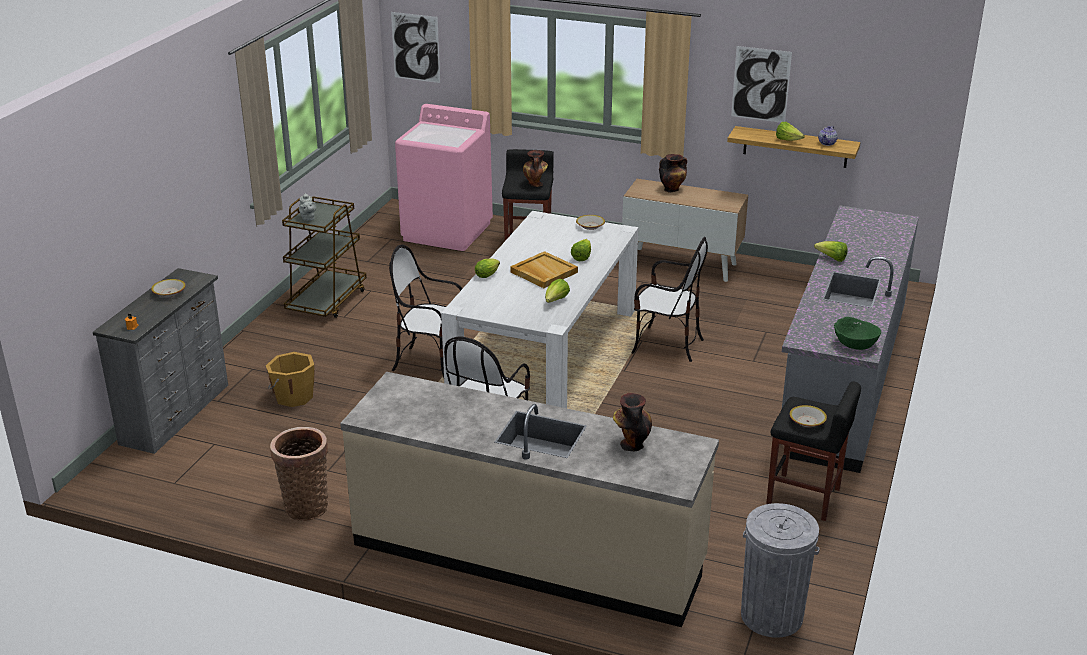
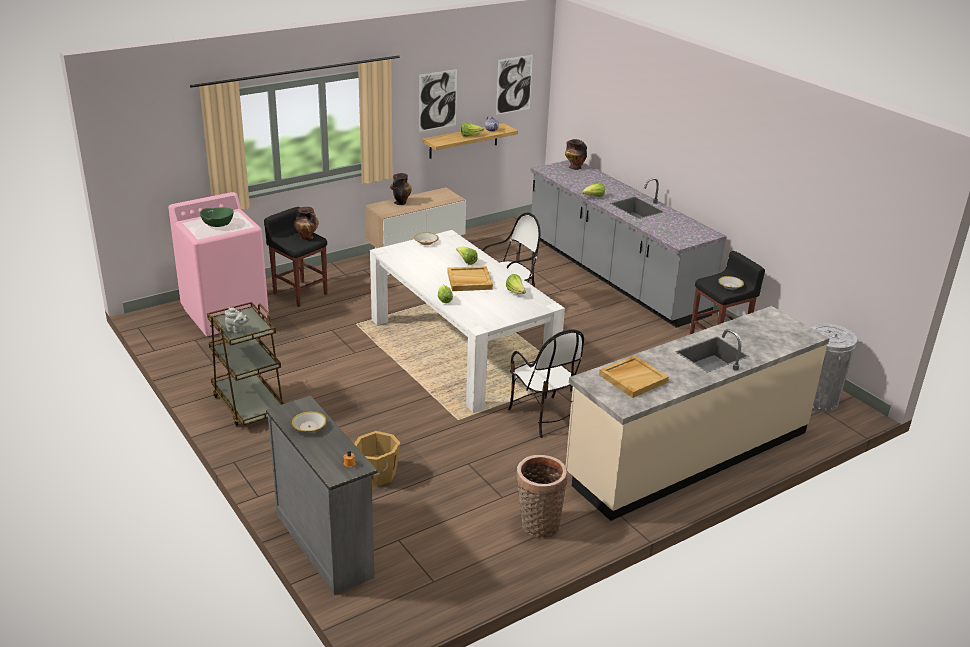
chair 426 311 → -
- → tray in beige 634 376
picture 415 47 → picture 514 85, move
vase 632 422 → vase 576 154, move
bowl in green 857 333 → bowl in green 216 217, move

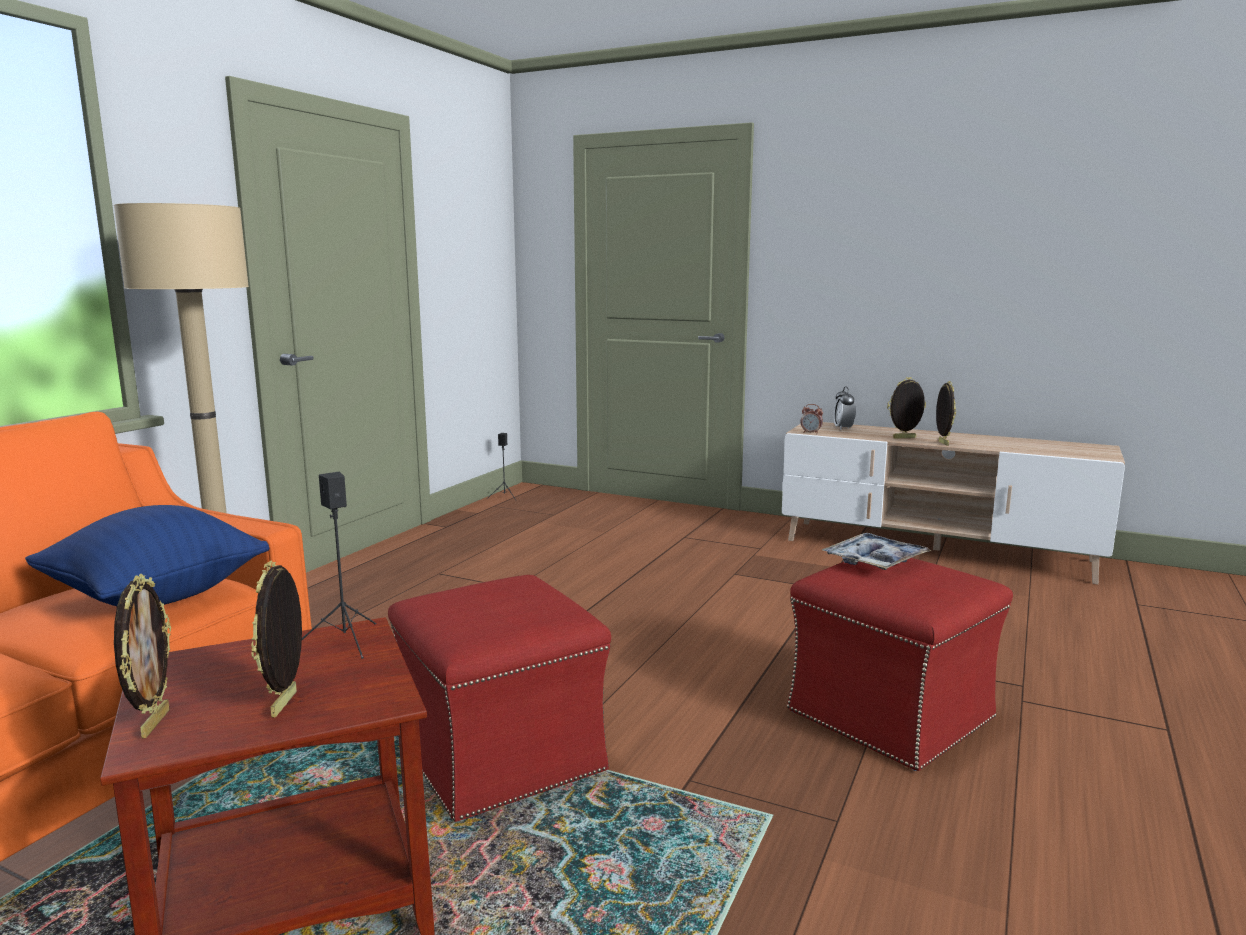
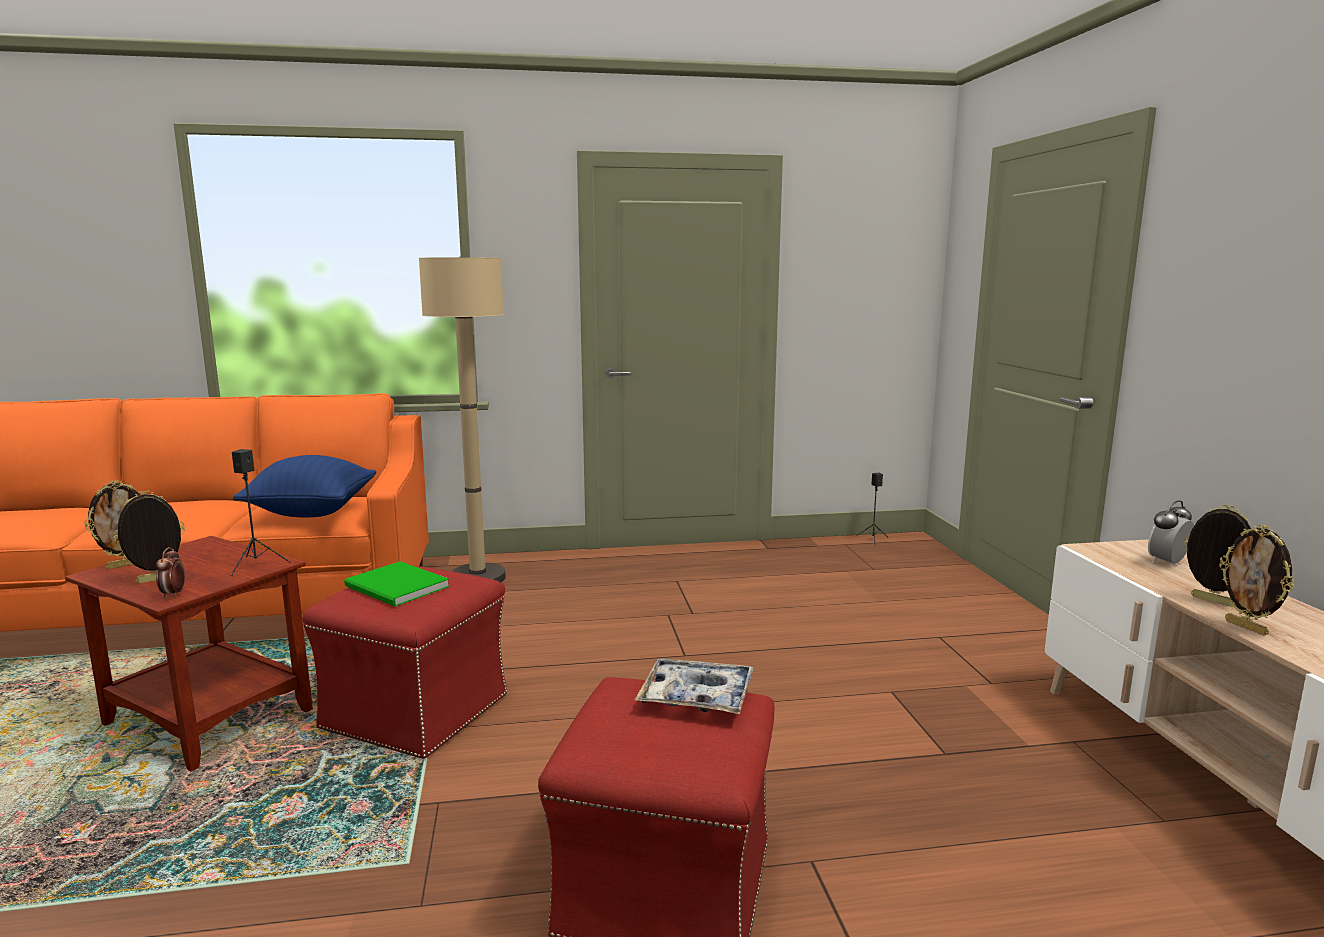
- → book in green 397 583
alarm clock 811 419 → alarm clock 170 572, move
picture frame 946 413 → picture frame 1256 579, 105 degrees clockwise

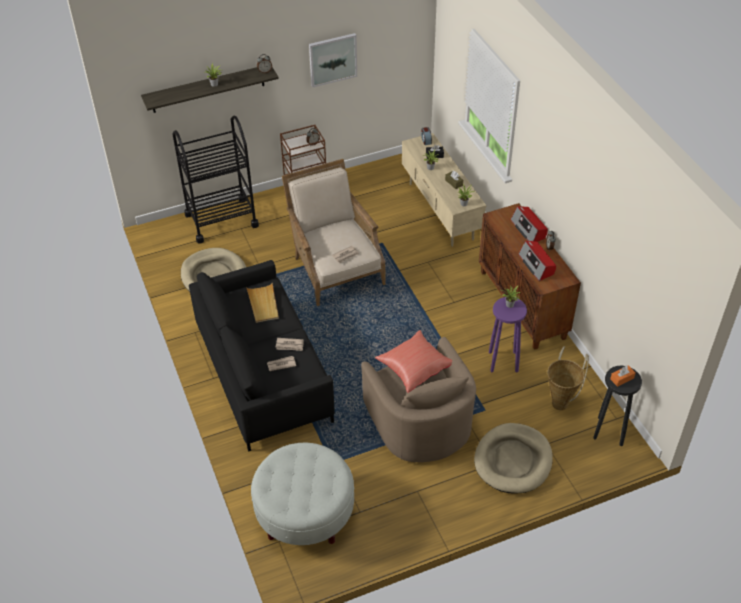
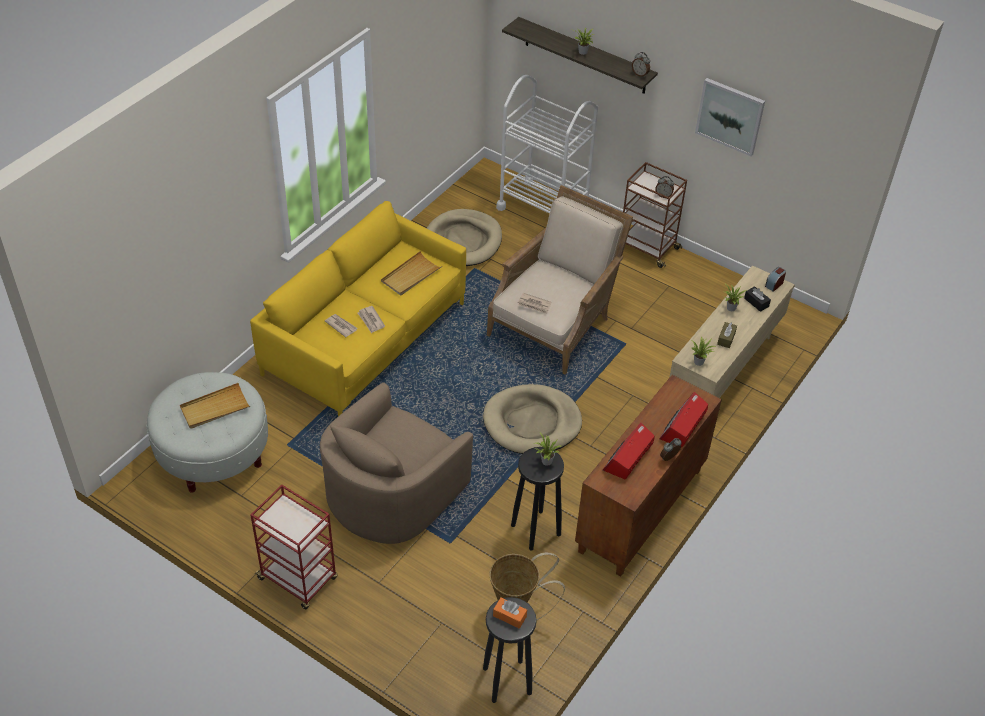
pillow in red 413 361 → -
- → tray in beige 215 406
- → cart in red 294 547
dog bed in beige 513 458 → dog bed in beige 532 419, move
cart in black 216 180 → cart in white 547 144
sofa in black 262 356 → sofa in yellow 358 308
stool in purple 508 334 → stool in black 537 499

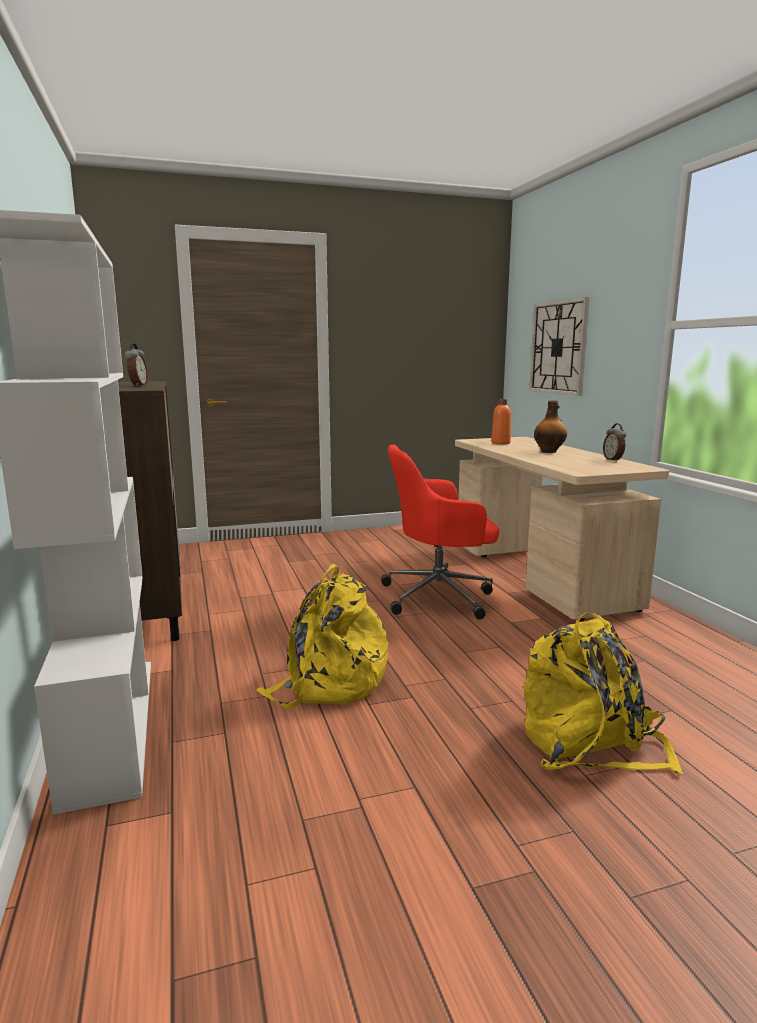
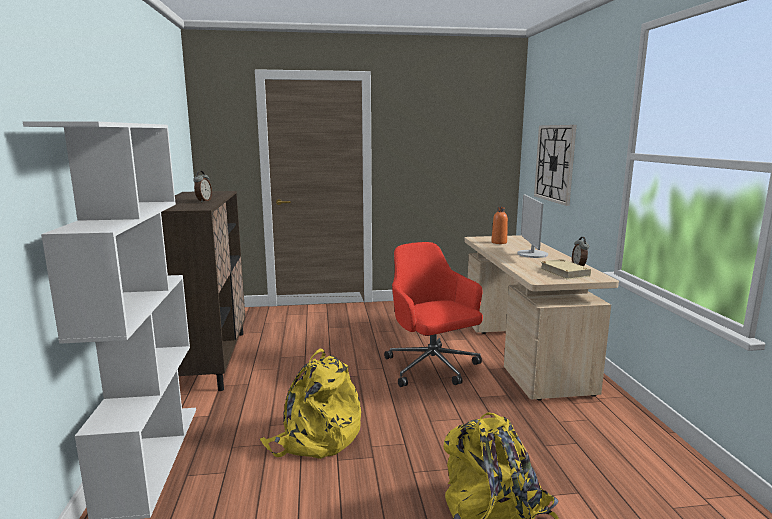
- → book in beige 565 269
bottle 550 426 → monitor 532 226
office chair in red 440 532 → office chair in red 433 314, 60 degrees clockwise

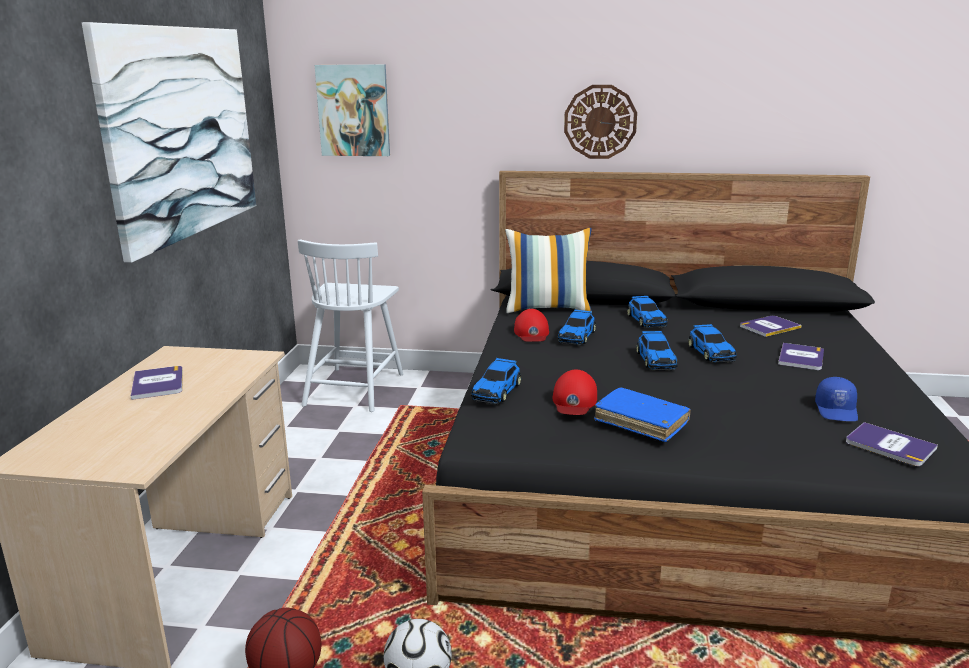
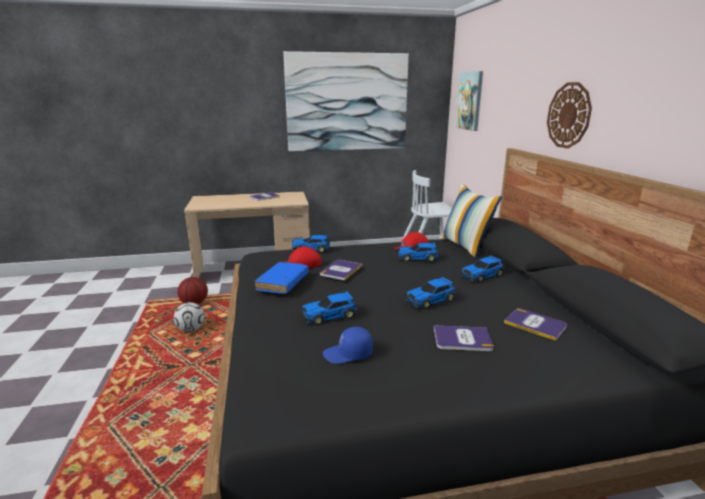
toy car 657 351 → toy car 329 308, move
book 892 444 → book 341 270, move

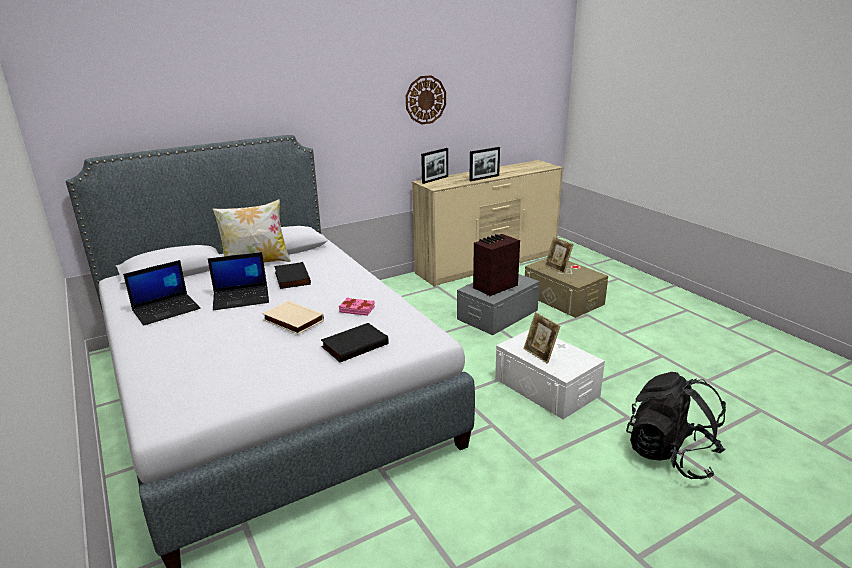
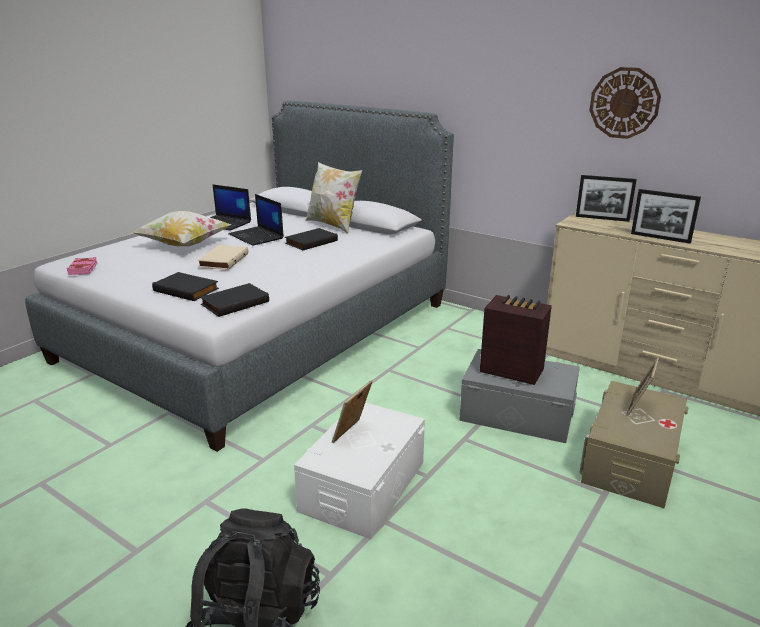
- → pillow 181 229
- → book in black 234 300
book in pink 357 306 → book in pink 82 266, move

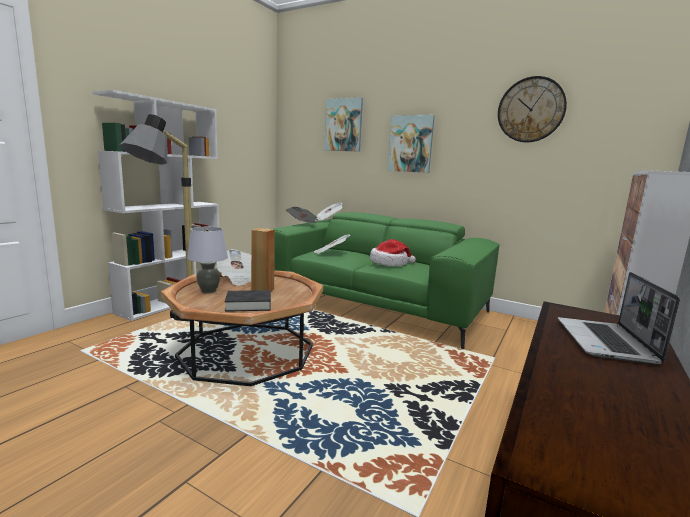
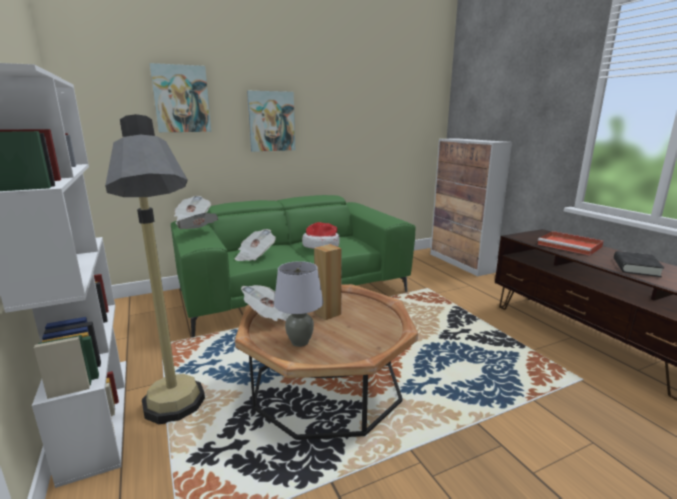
wall clock 532 109 → -
book in black 248 301 → book in black 639 264, move
laptop 619 318 → tray in red 570 243

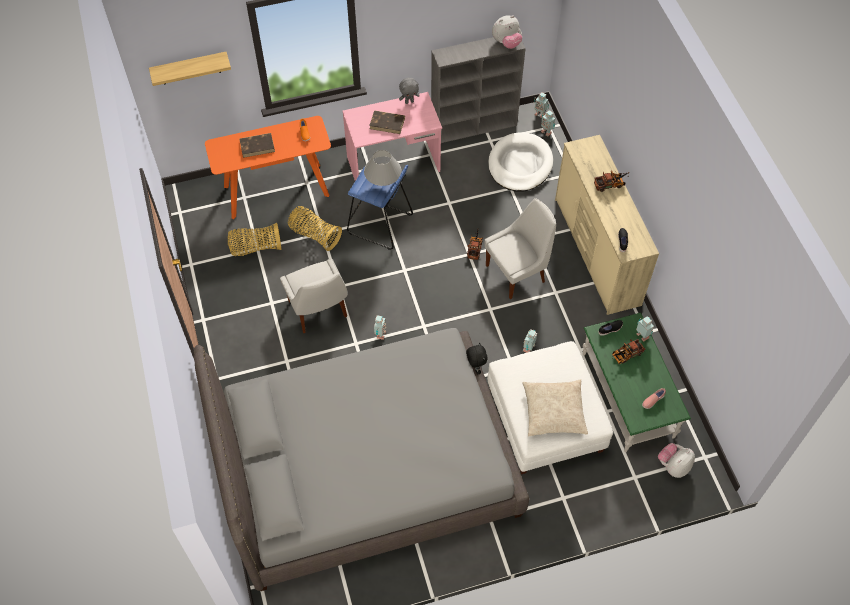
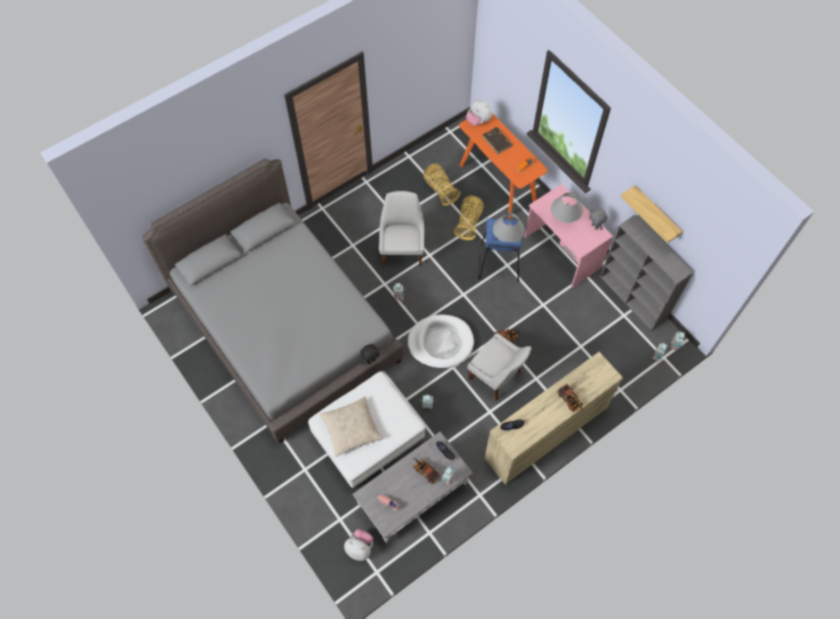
shelf 190 69 → shelf 651 214, move
dog bed in white 520 162 → dog bed in white 441 341, move
plush toy 507 32 → plush toy 479 113, move
book in brown 387 122 → table lamp in grey 567 208
coffee table in green 637 382 → coffee table in grey 412 487
chair in white 314 296 → chair in white 401 228, 135 degrees clockwise

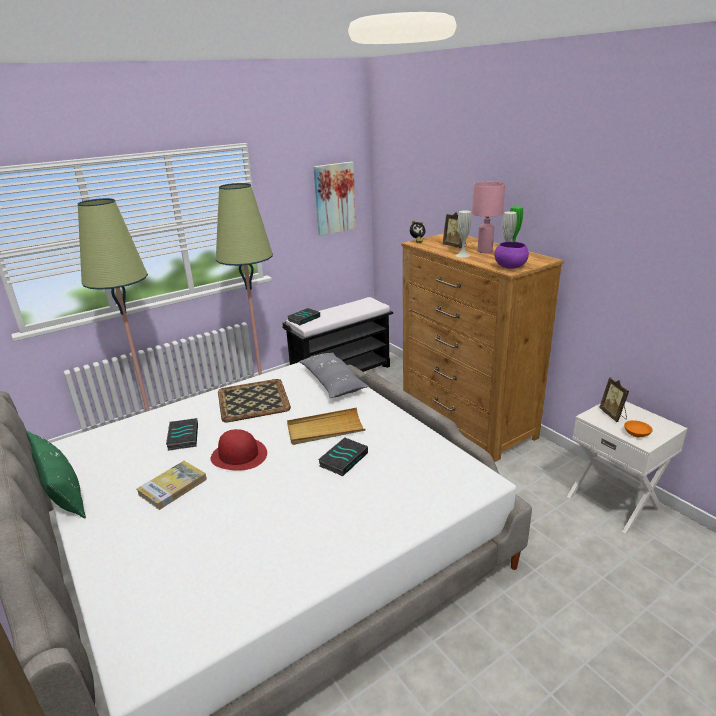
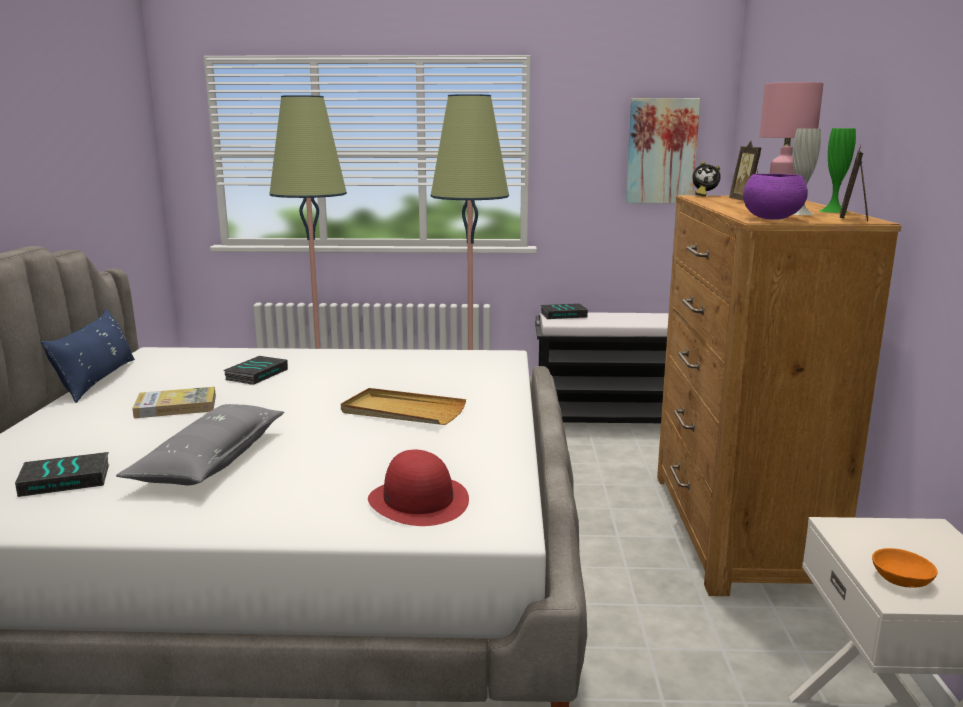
tray 254 400 → -
vase in white 463 234 → -
hat in red 239 450 → hat in red 418 488, move
pillow in grey 334 375 → pillow in grey 200 444, move
book 343 456 → book 62 474, move
picture frame 614 399 → picture frame 854 183, move
pillow in green 56 474 → pillow in blue 88 356

